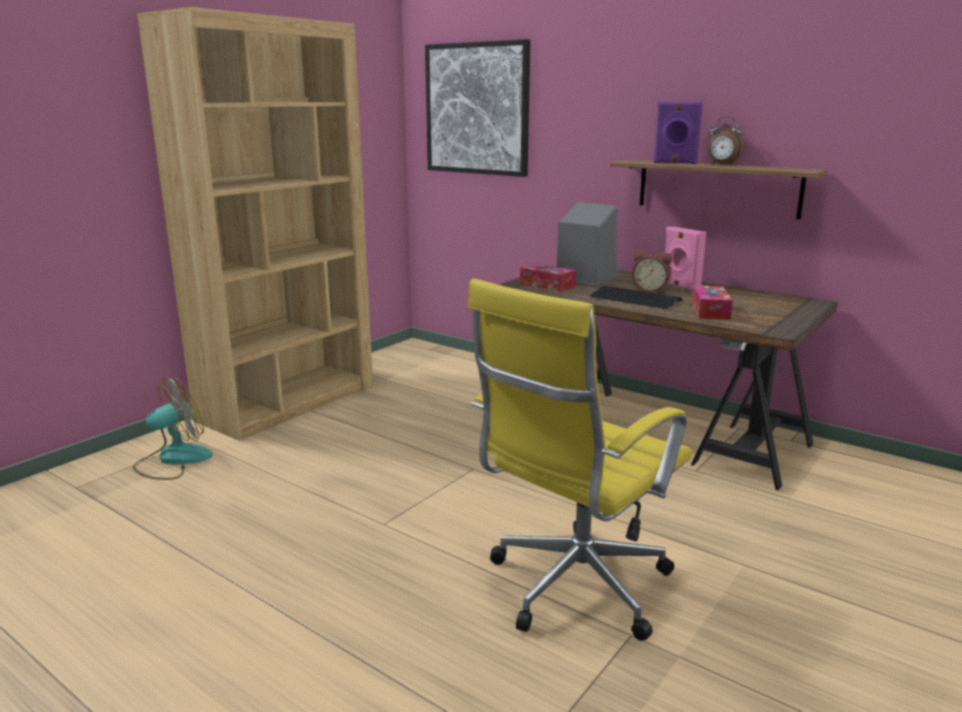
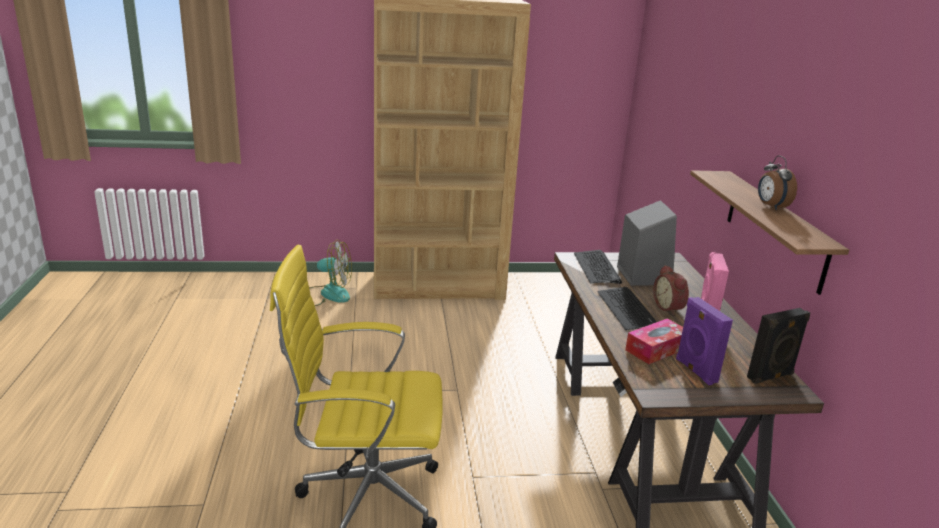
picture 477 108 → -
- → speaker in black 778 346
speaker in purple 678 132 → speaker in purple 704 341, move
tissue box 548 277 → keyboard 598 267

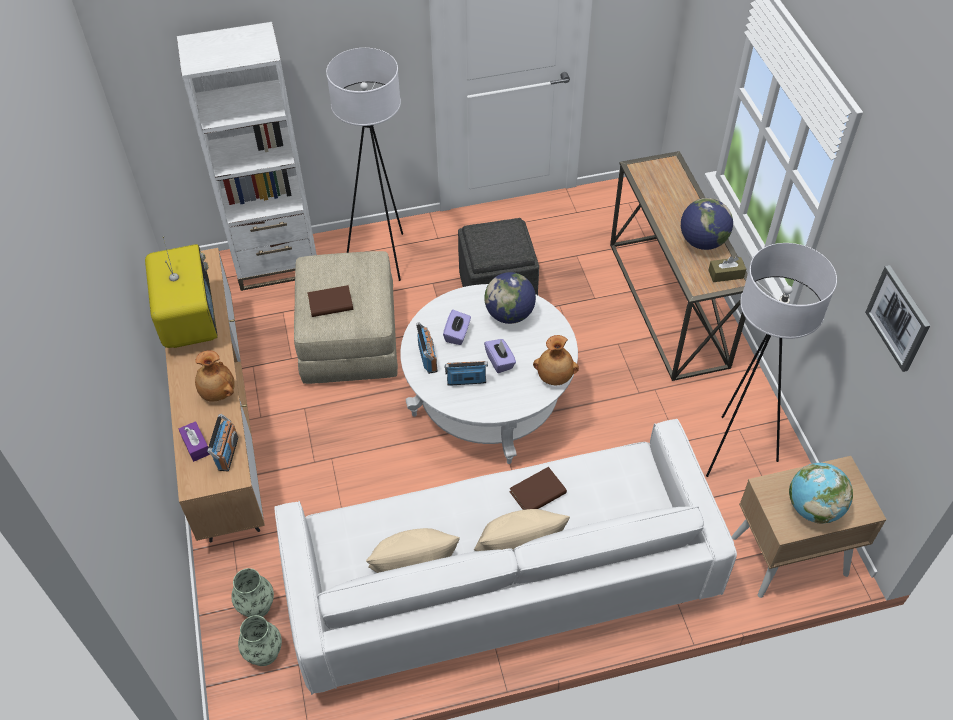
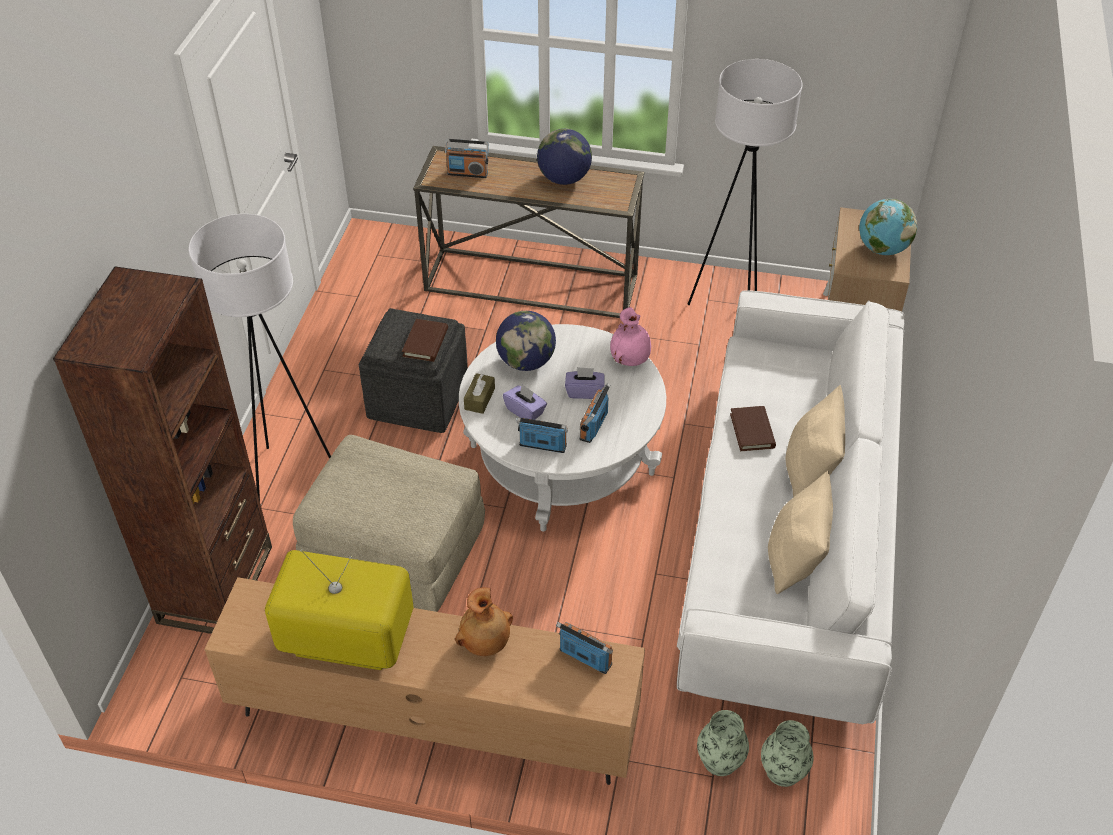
tissue box in purple 194 441 → -
picture 898 318 → -
- → radio 467 158
book in brown 330 301 → book in brown 425 340, move
tissue box in brown 727 269 → tissue box in brown 479 393, move
bookcase in white 247 156 → bookcase in brown 162 450
vase in brown 556 360 → vase in pink 630 336

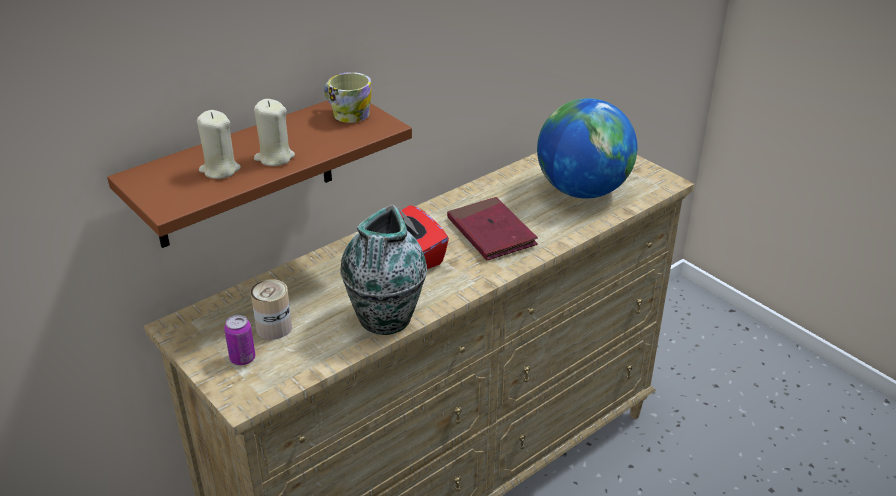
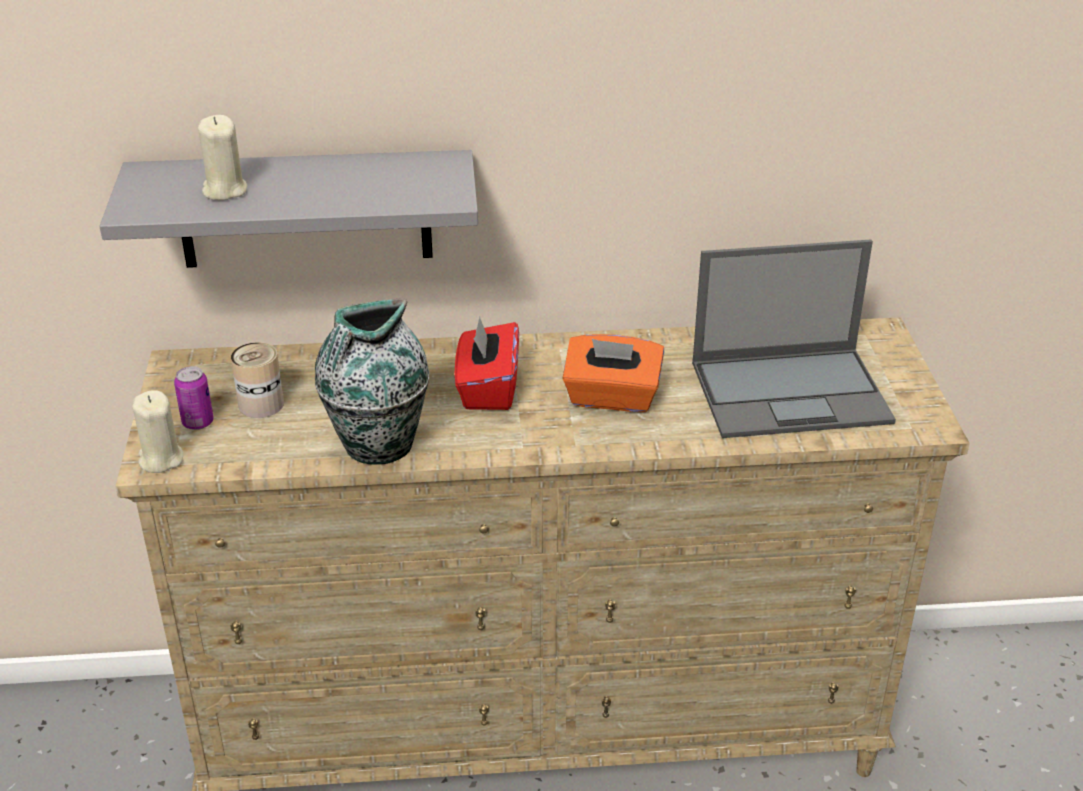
mug 348 97 → -
candle in beige 274 132 → candle in beige 157 431, move
book in red 492 228 → tissue box in orange 613 373
globe 587 148 → laptop 794 338
shelf in brown 259 174 → shelf in grey 288 209

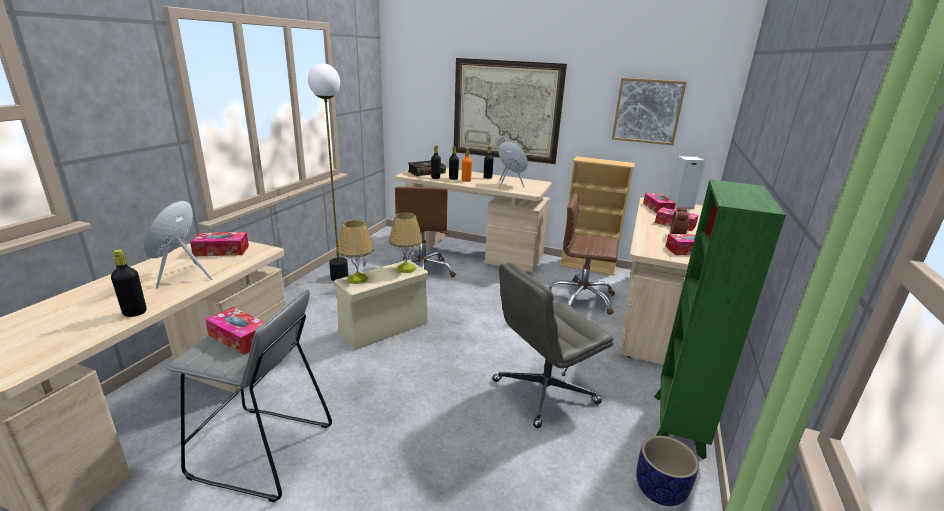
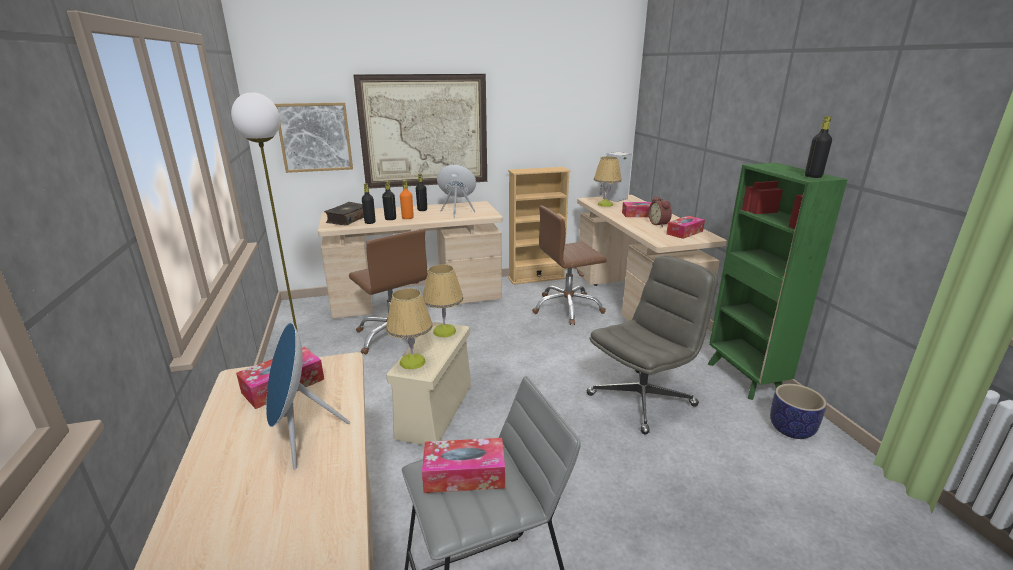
bottle in black 129 283 → bottle in black 818 147, move
picture 649 111 → picture 314 137, move
tissue box 659 203 → table lamp 608 181
office chair in grey 553 345 → office chair in grey 652 344, 150 degrees counterclockwise

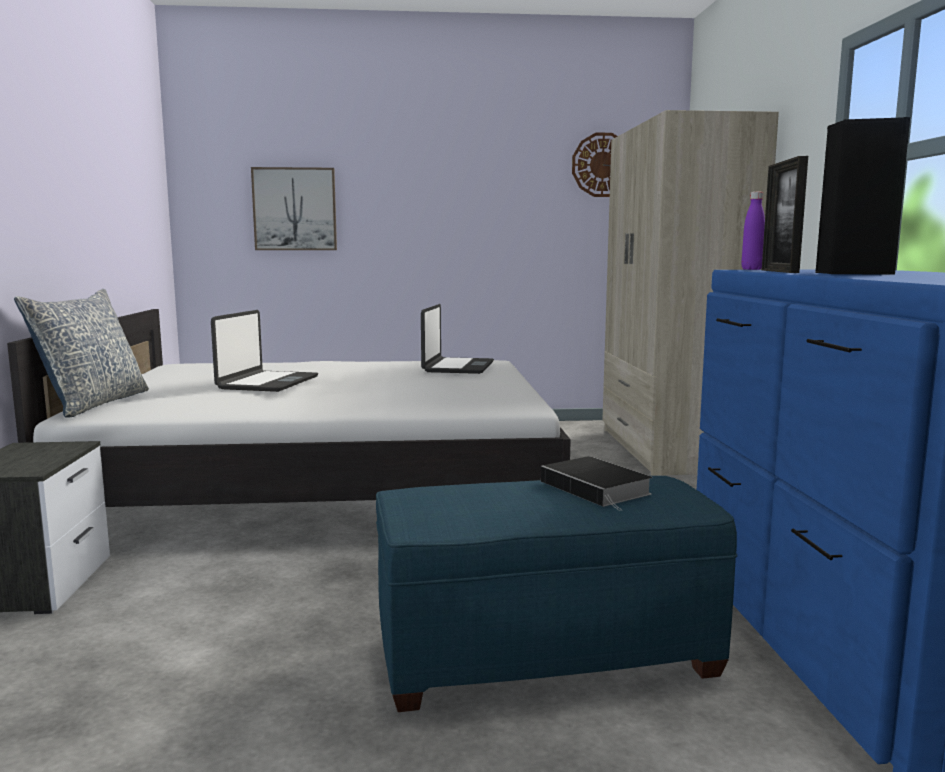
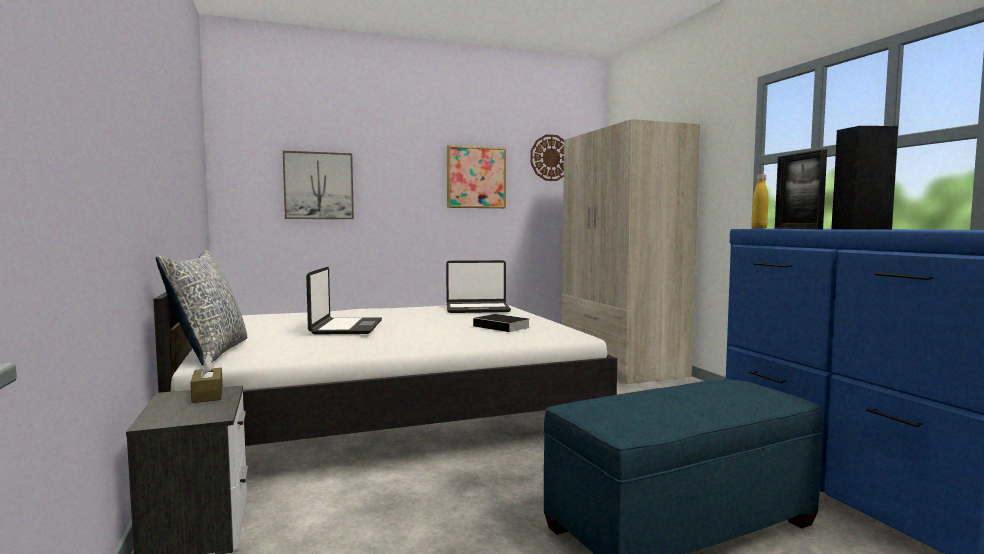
- → tissue box in brown 207 378
- → picture 476 176
book 596 483 → book 501 323, move
bottle in purple 753 231 → bottle in yellow 760 201
laptop 457 339 → laptop 478 286, 90 degrees clockwise

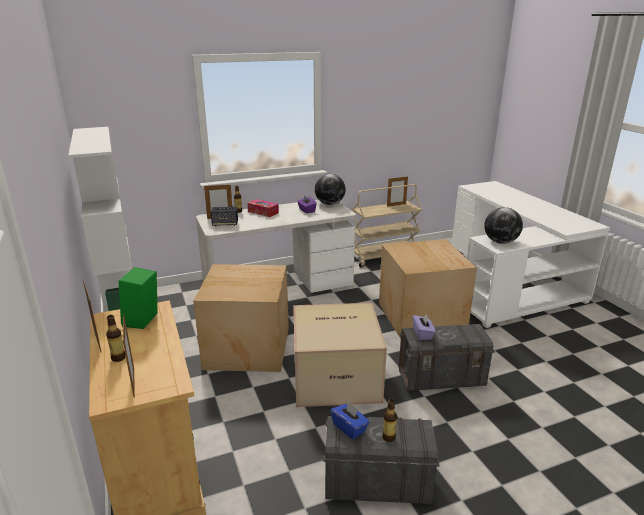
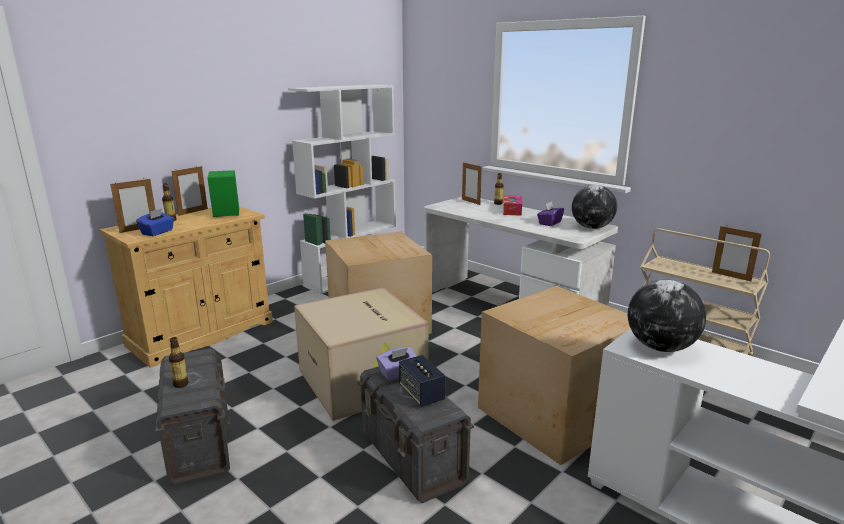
speaker 224 216 → speaker 422 381, move
tissue box in blue 350 420 → tissue box in blue 155 222, move

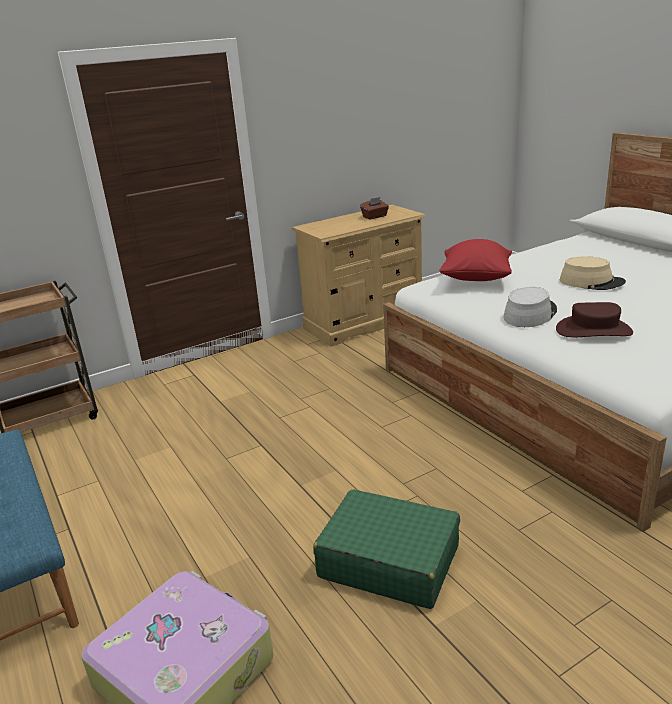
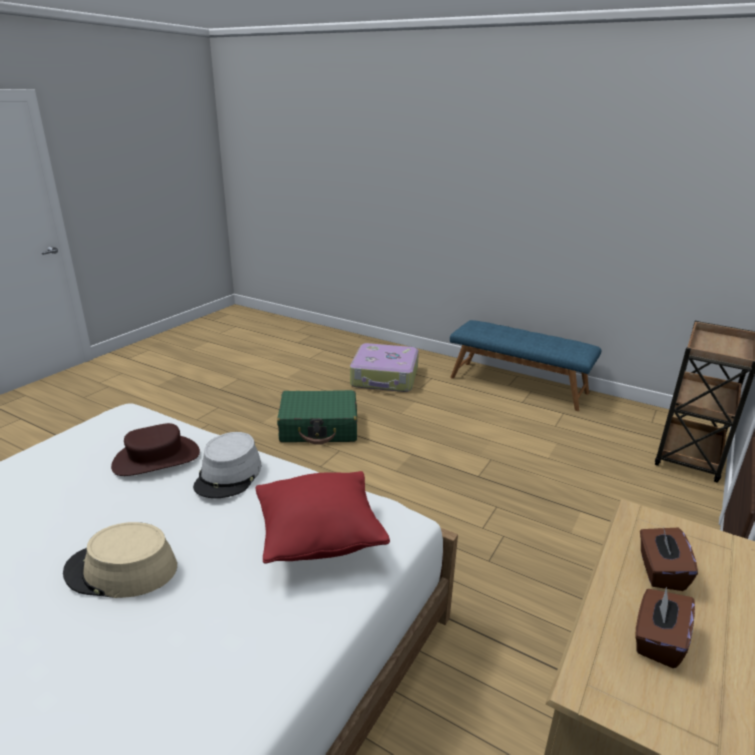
- → tissue box in brown 669 559

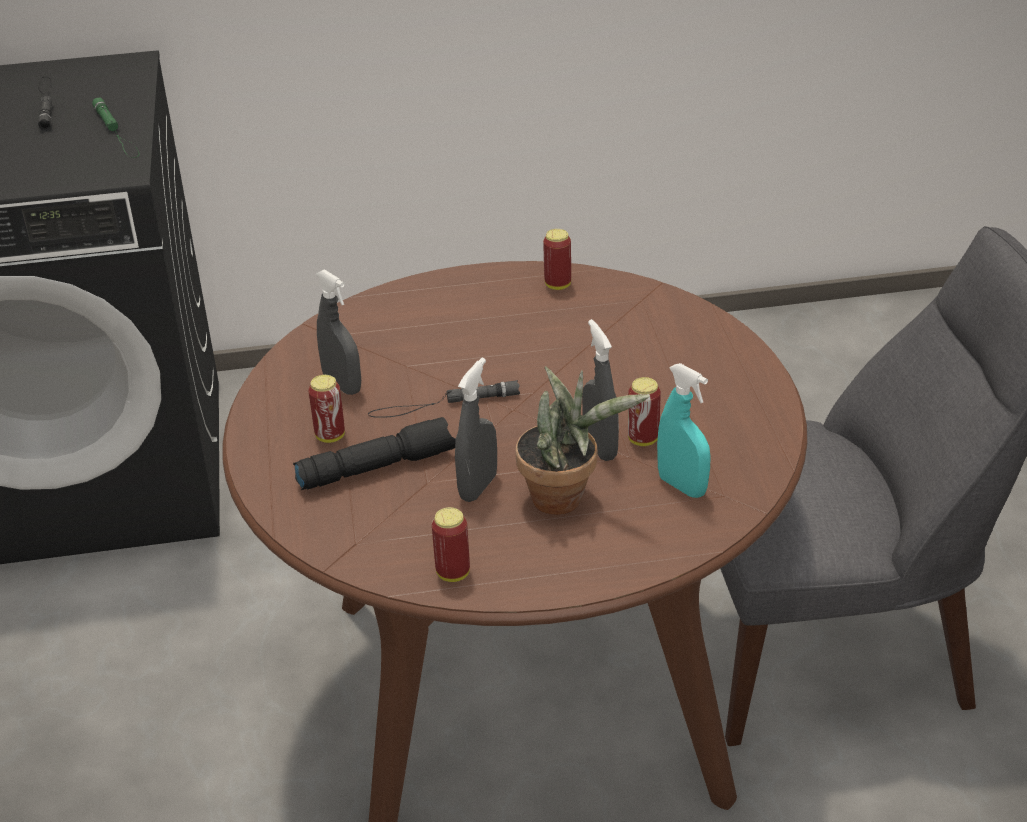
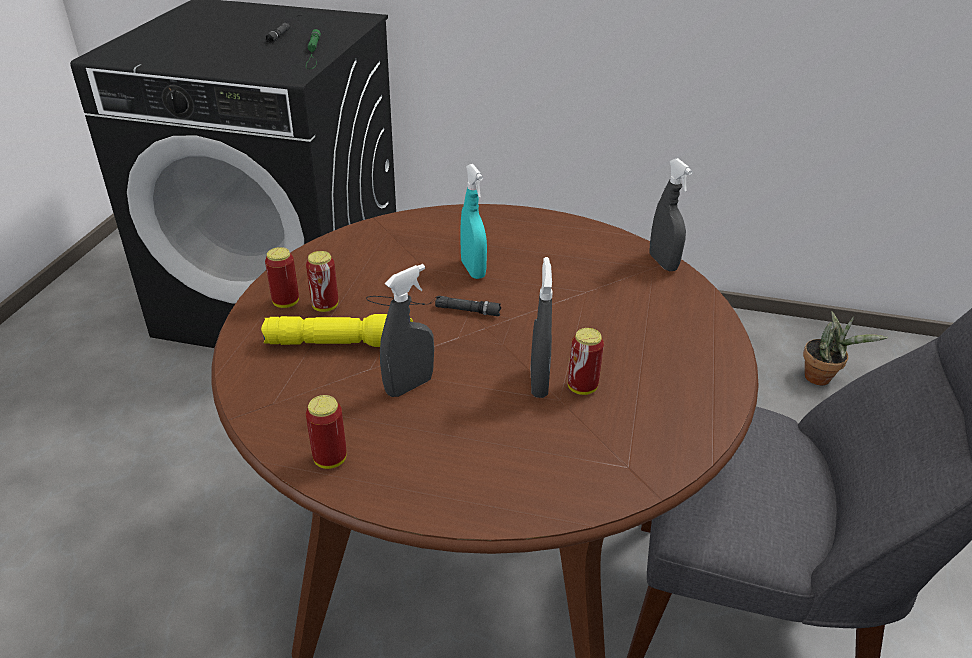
spray bottle in grey 338 332 → spray bottle in grey 671 214, move
potted plant 582 440 → potted plant 845 348, move
can 557 259 → can 282 277, move
spray bottle in turquoise 684 430 → spray bottle in turquoise 473 221, move
flashlight in black 374 453 → flashlight in yellow 337 330

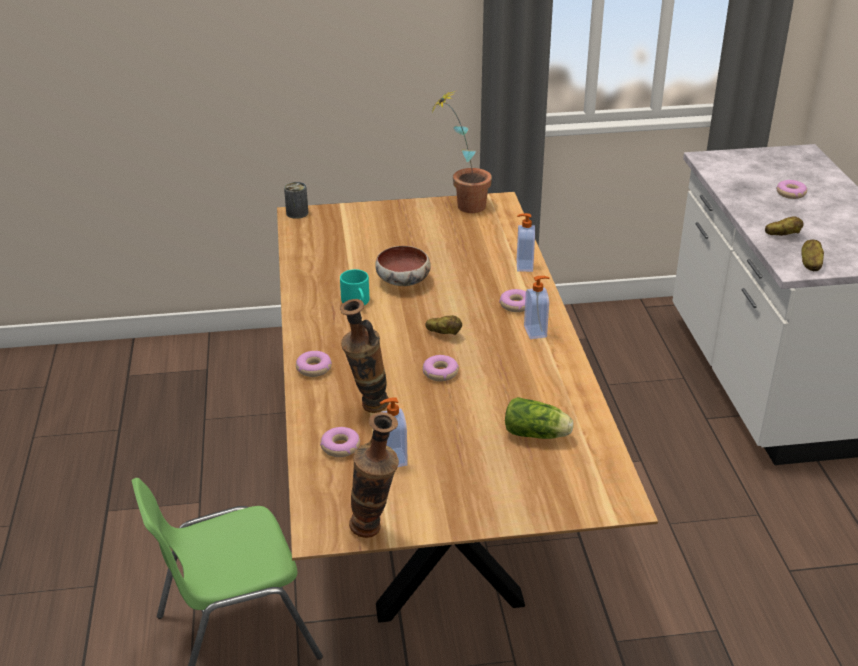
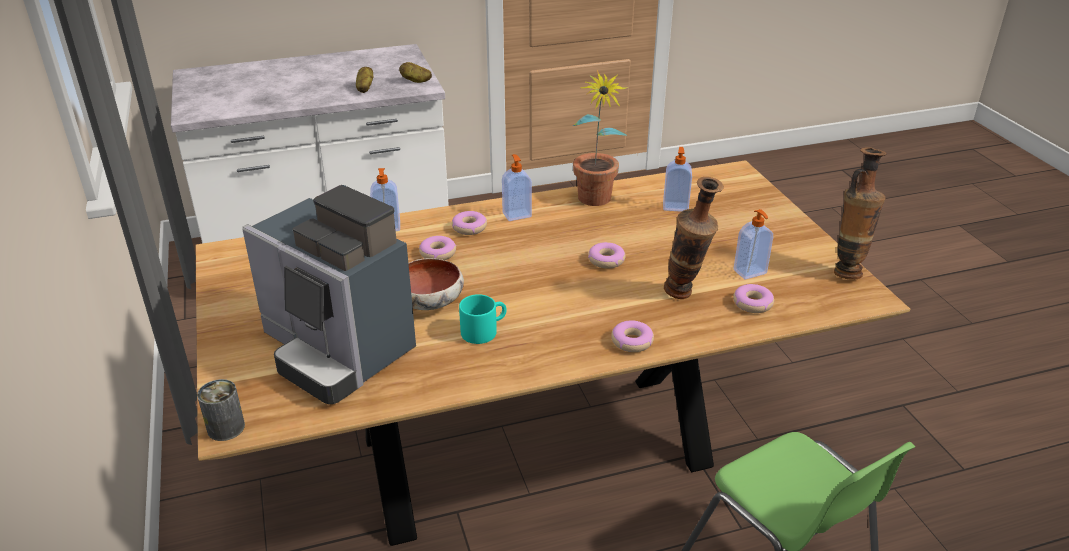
potato 444 325 → -
- → coffee machine 329 294
potted plant 461 151 → potted plant 600 138, move
donut 791 189 → donut 437 248, move
lettuce 539 418 → soap dispenser 677 179

